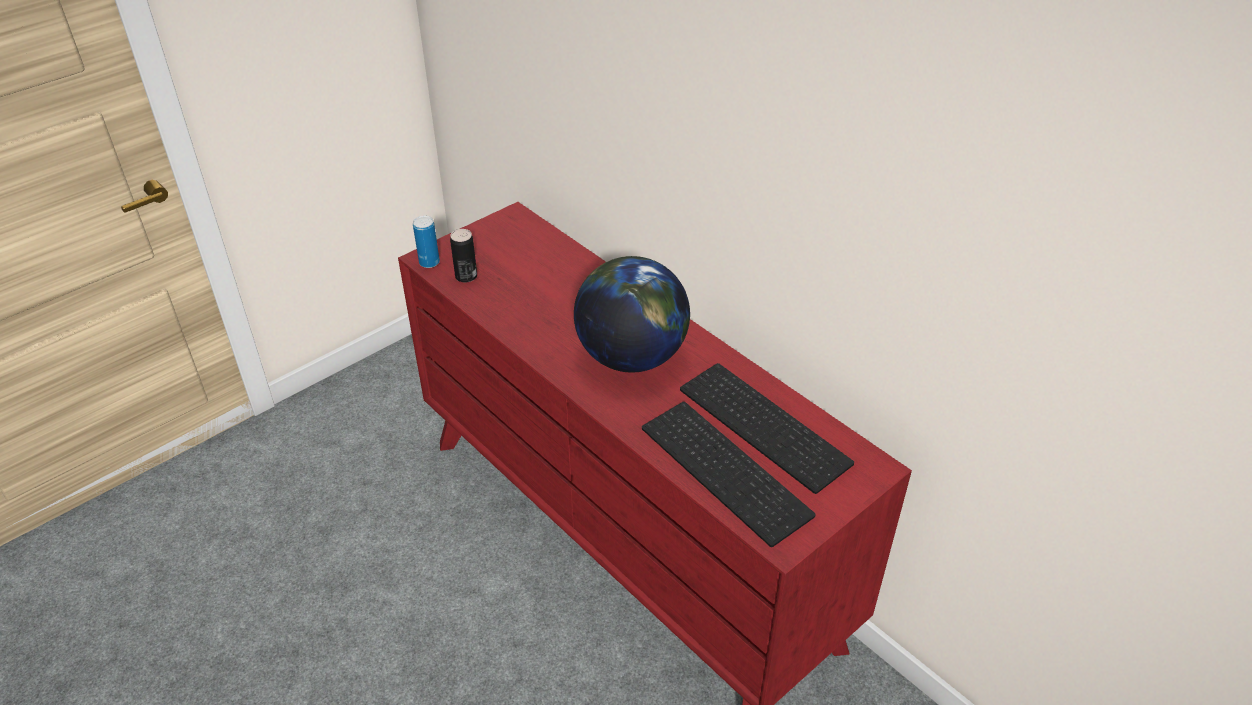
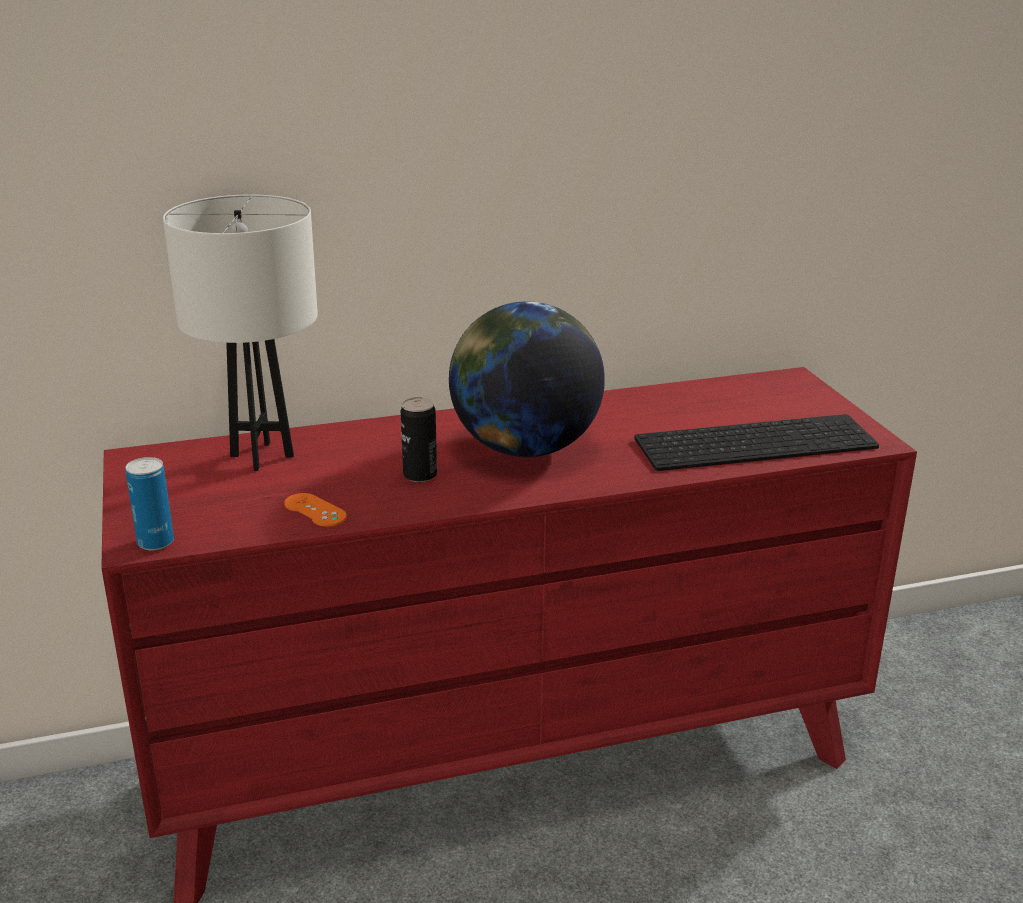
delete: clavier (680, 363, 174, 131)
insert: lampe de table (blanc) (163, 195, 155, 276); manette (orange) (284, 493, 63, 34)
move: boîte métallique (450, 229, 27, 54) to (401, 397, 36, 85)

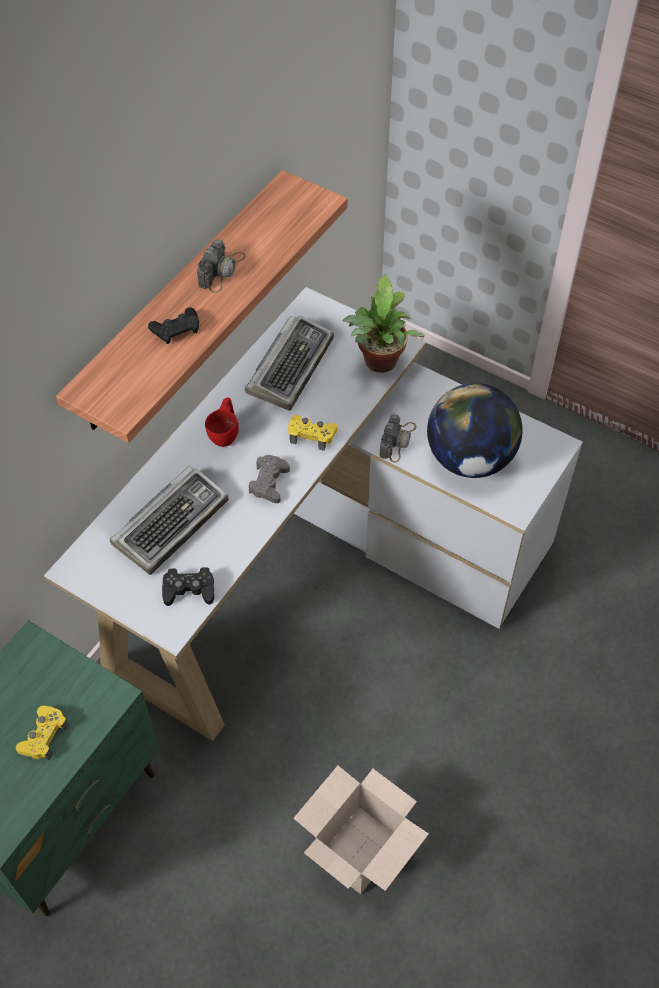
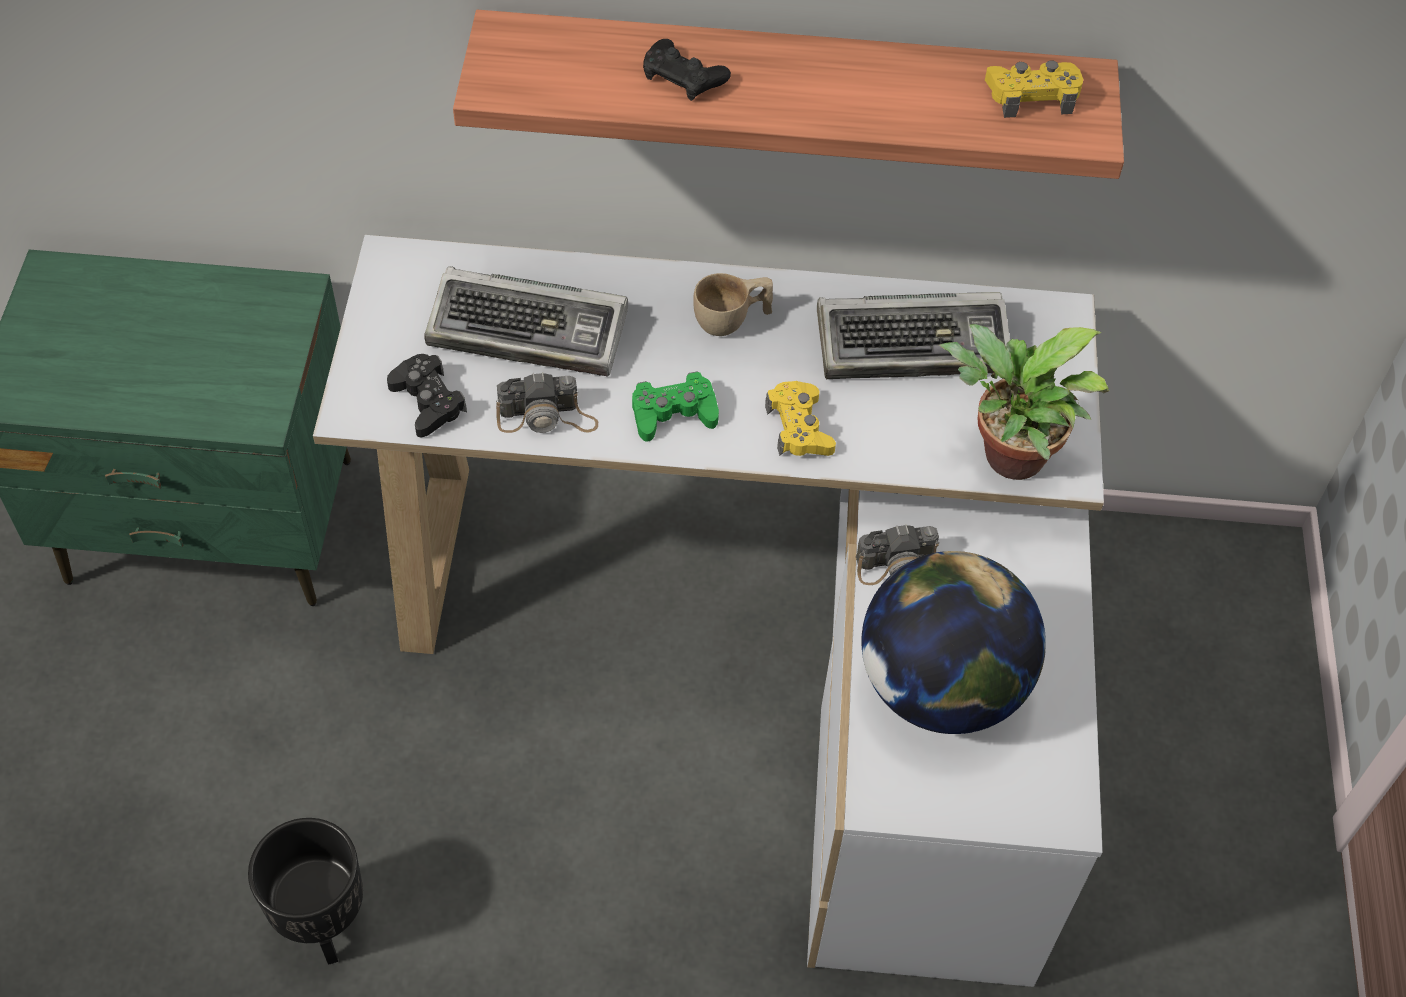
move: appareil photo (197, 239, 49, 54) to (496, 372, 102, 61); manette (jaune) (16, 706, 53, 54) to (985, 60, 98, 58)
replace: carton (293, 766, 136, 128) to cache-pot (noir) (248, 818, 115, 147)
recolor: manette (gris) (249, 455, 41, 48) to manette (vert) (632, 372, 87, 70); tasse (rouge) (205, 398, 34, 49) to tasse (beige) (693, 273, 80, 63)

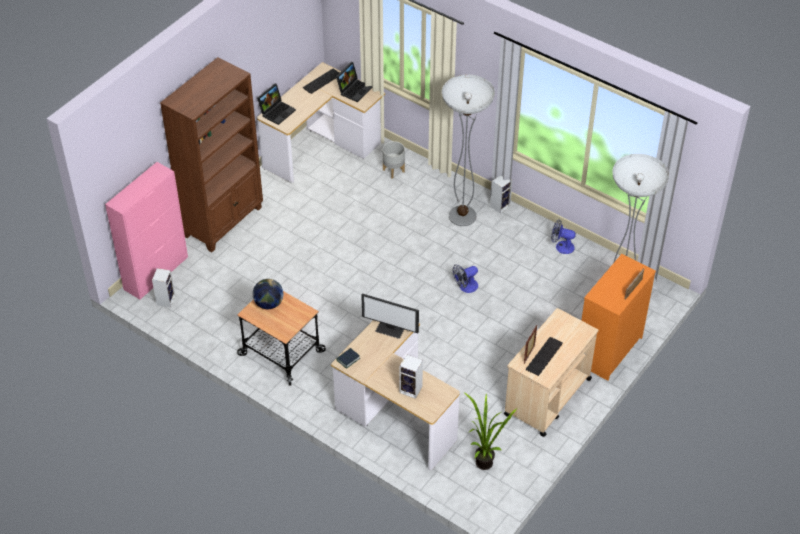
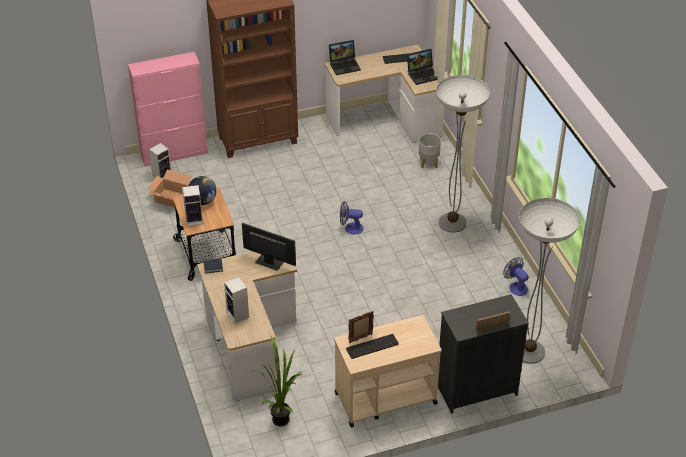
insert: carton (148, 170, 44, 37)
move: enceinte (490, 176, 22, 38) to (182, 185, 21, 41); ventilateur (452, 265, 26, 28) to (340, 201, 23, 34)
recolor: commode (orange) (581, 254, 75, 127) to commode (noir) (438, 294, 91, 120)
rotate: écran d'ordinateur (361, 294, 58, 45) = (242, 223, 54, 48) 150 degrees clockwise

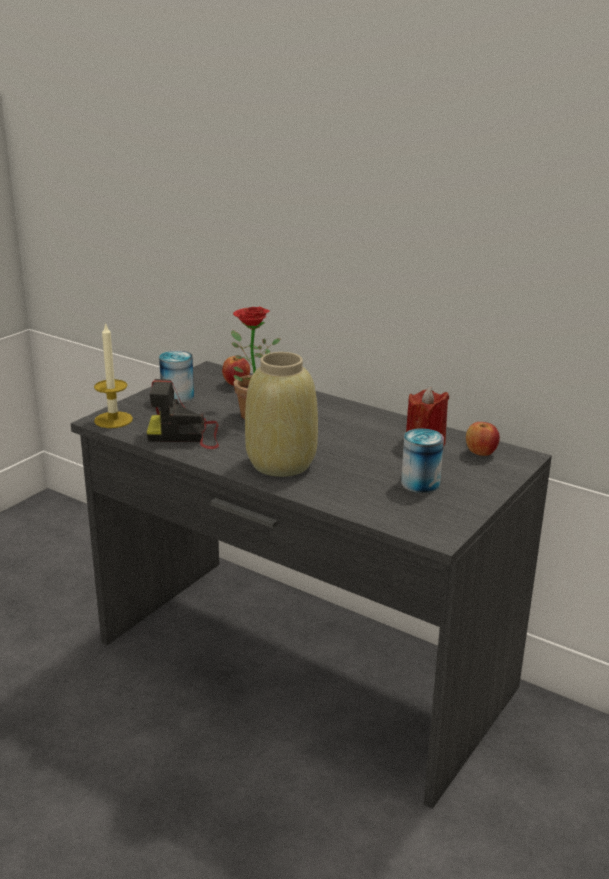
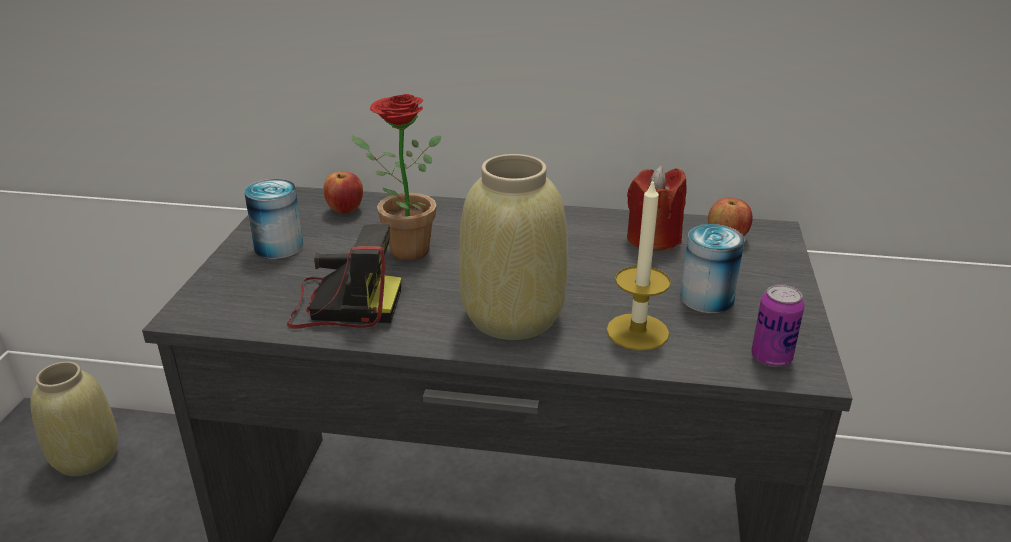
insert: vase (beige) (30, 361, 88, 115); boîte métallique (751, 284, 54, 83)
move: bougie (94, 322, 39, 106) to (606, 180, 65, 171)
rotate: appareil photo (147, 379, 72, 70) = (287, 224, 114, 105) 150 degrees counterclockwise

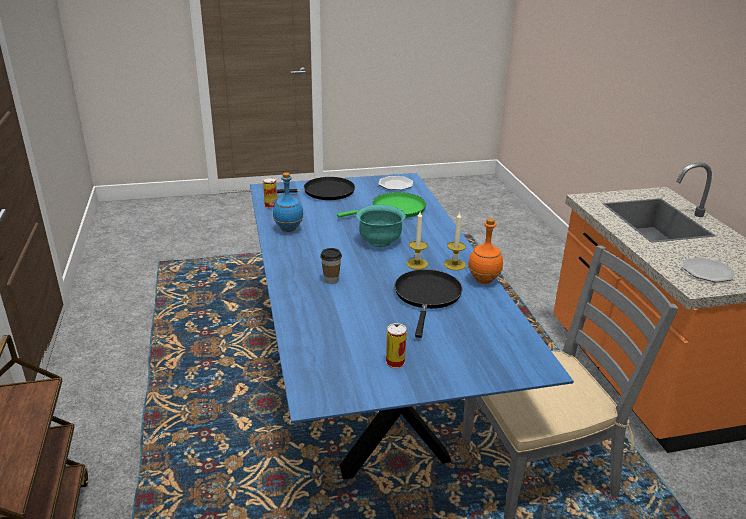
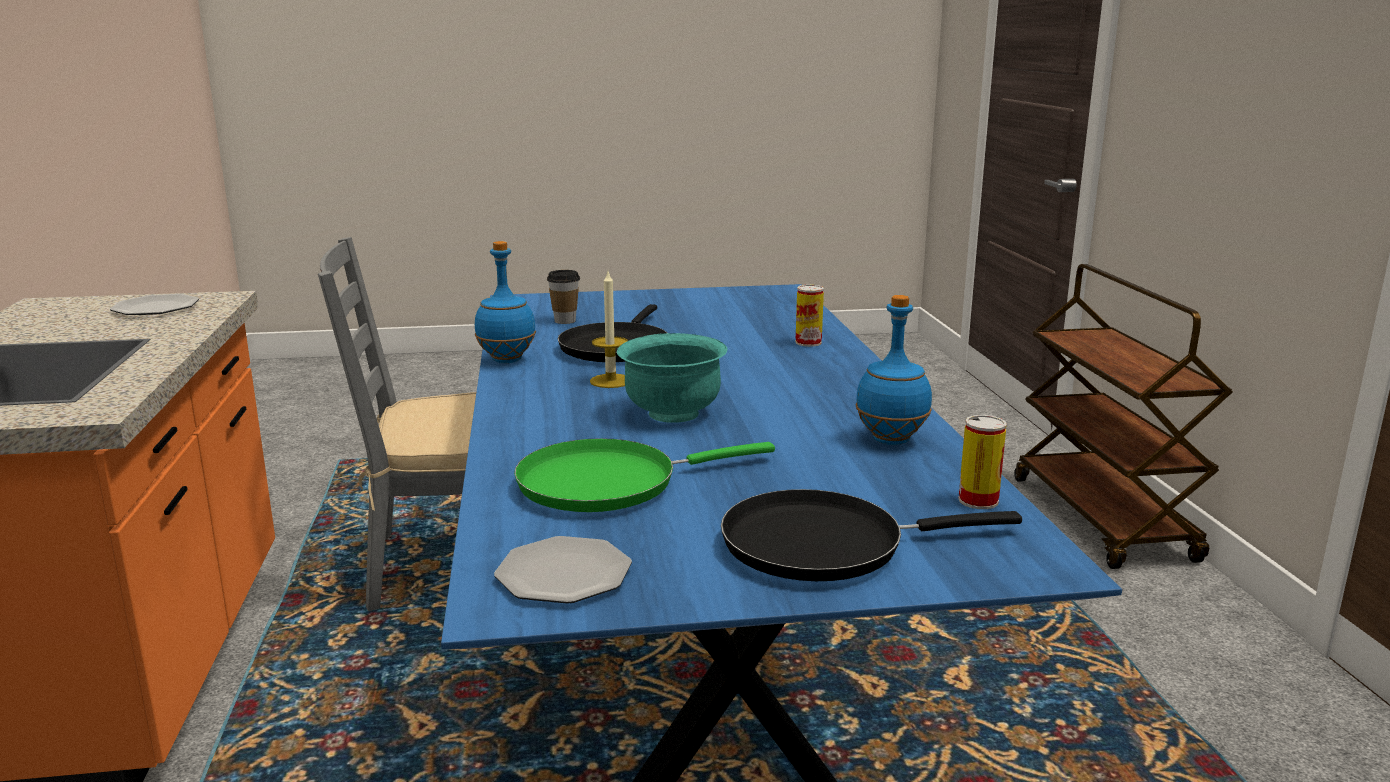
delete: bougie (444, 212, 22, 58)
move: tasse (320, 248, 22, 36) to (547, 270, 33, 54); boîte métallique (386, 323, 21, 46) to (795, 285, 29, 62)
recolor: bouteille (orange) (468, 218, 35, 66) to bouteille (bleu) (475, 241, 61, 122)

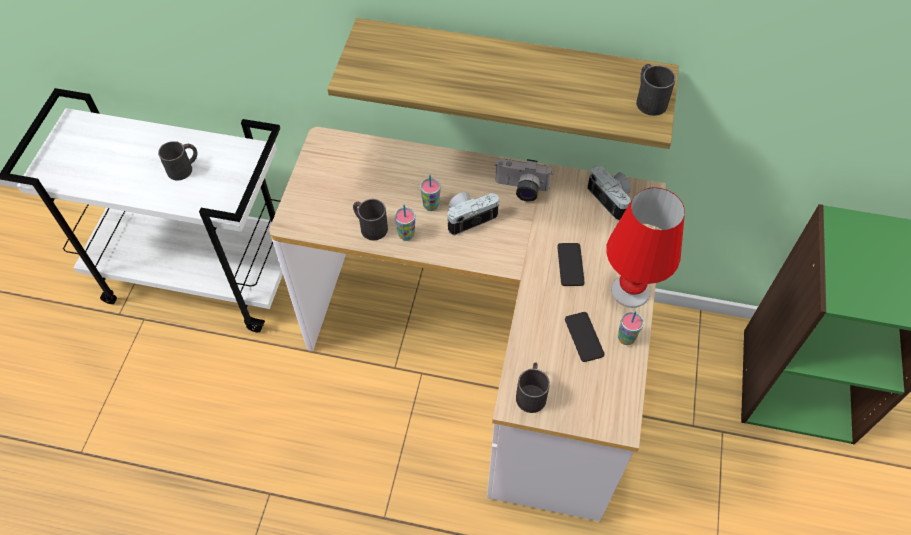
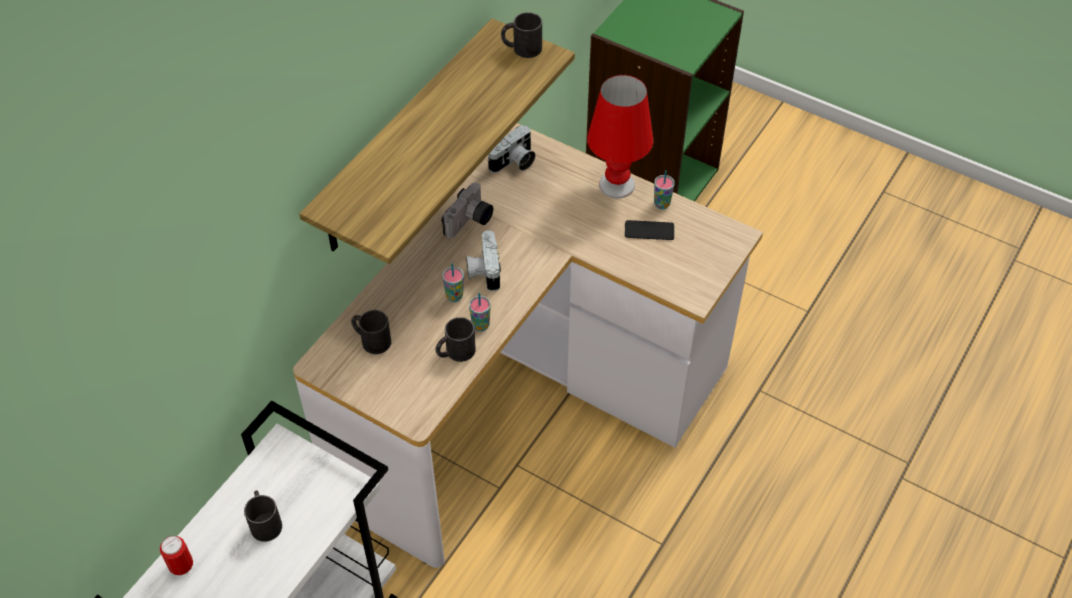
delete: téléphone (557, 243, 28, 43)
insert: boîte métallique (160, 536, 33, 39)
move: mug (noir) (516, 363, 34, 50) to (351, 310, 40, 44)
rotate: appareil photo (587, 166, 44, 55) = (488, 125, 48, 48) 150 degrees clockwise

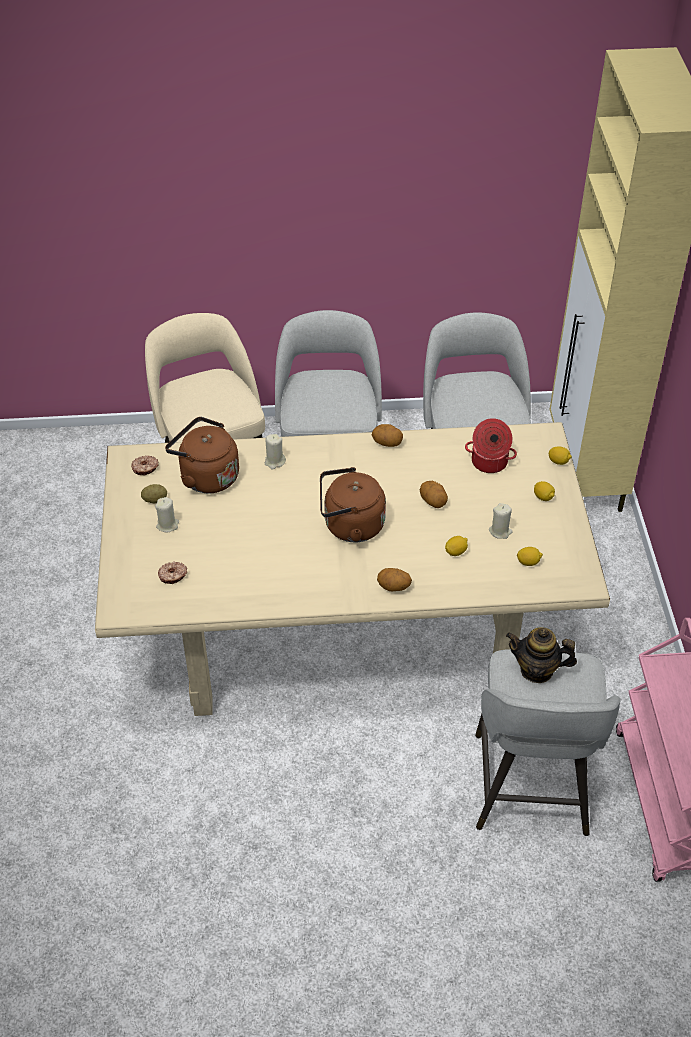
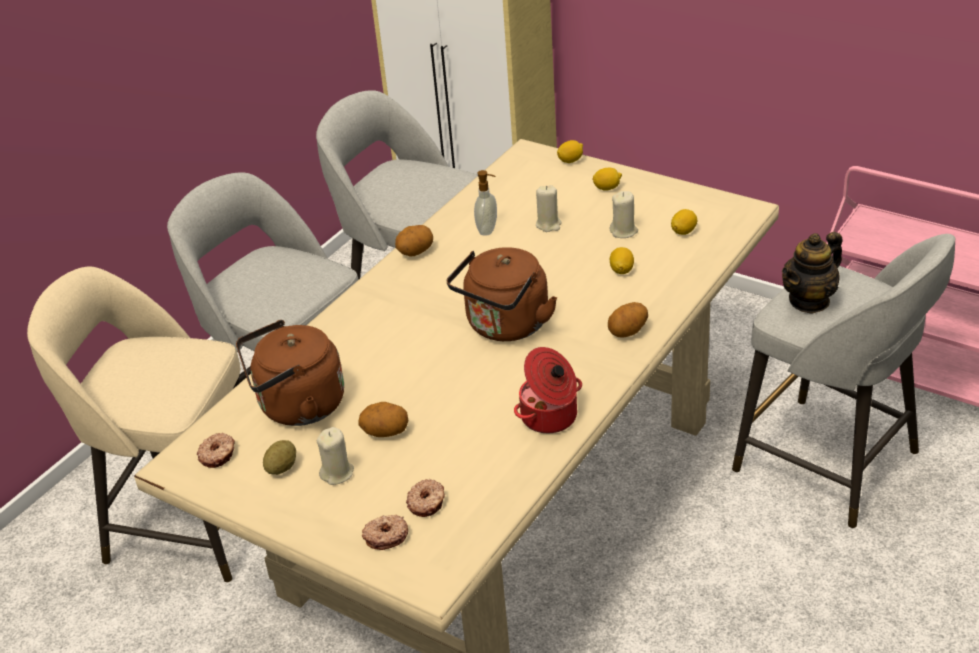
insert: beignet (362, 515, 46, 35); distributeur de savon (474, 170, 23, 66)
move: pomme de terre (420, 481, 28, 27) to (359, 402, 49, 35); marmite (465, 418, 52, 55) to (514, 347, 68, 86); bougie (beige) (265, 434, 21, 36) to (536, 185, 26, 47)

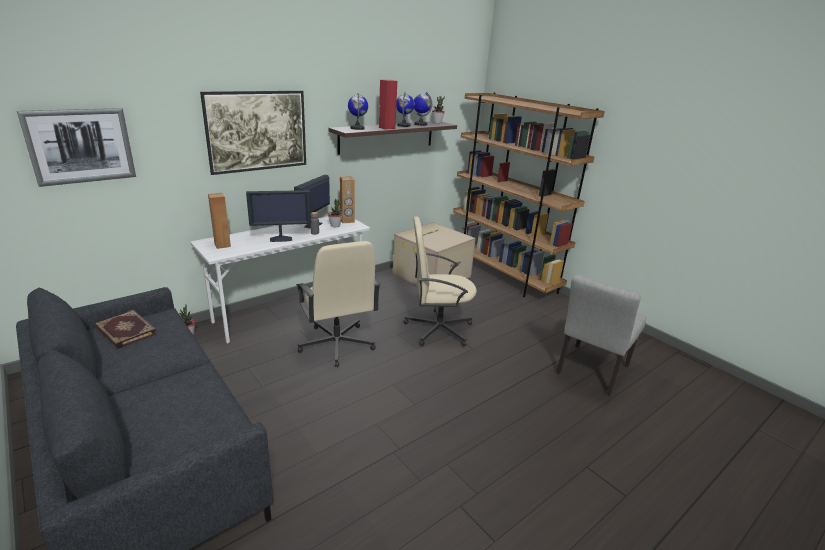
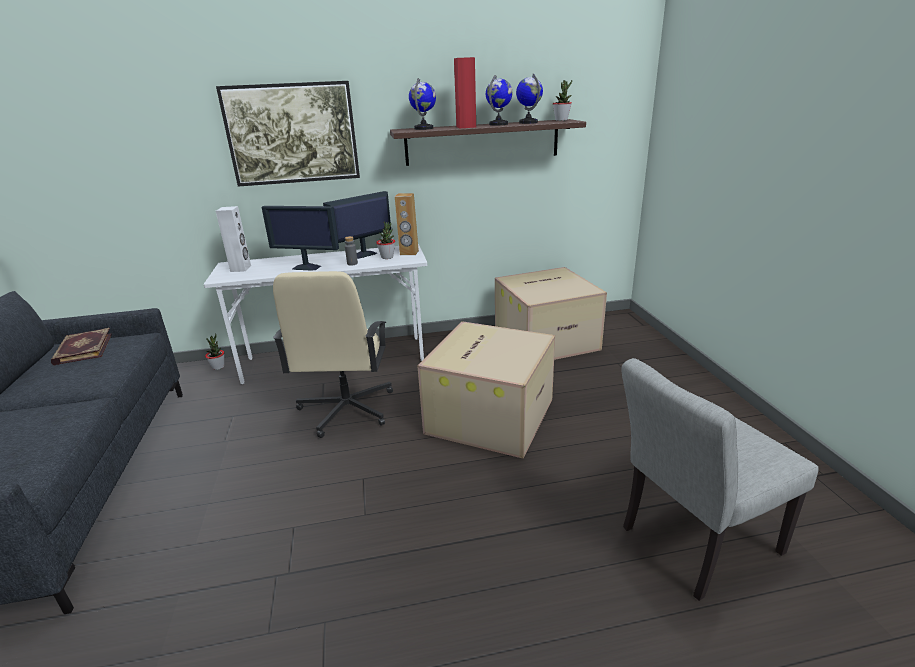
delete: tableau (17, 108, 119, 79); bibliothèque (marron) (453, 92, 152, 205)
replace: chaise de bureau (beige) (404, 217, 73, 130) to carton (417, 321, 138, 138)
recolor: enceinte (marron) (208, 193, 23, 56) to enceinte (blanc) (216, 206, 35, 66)

